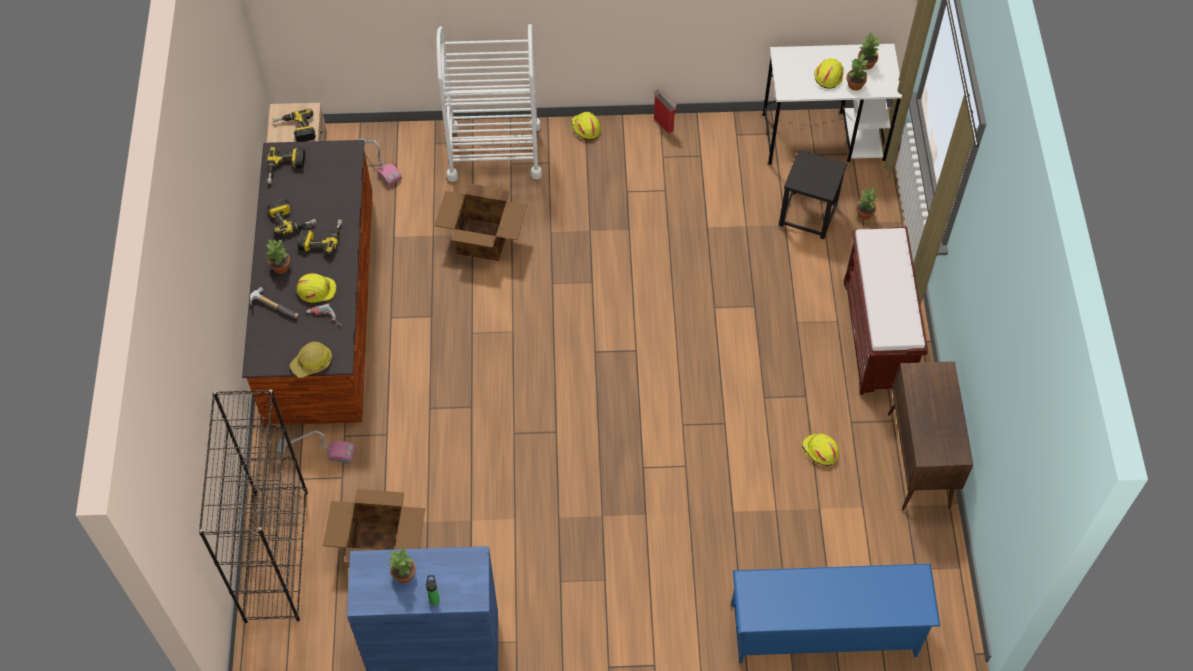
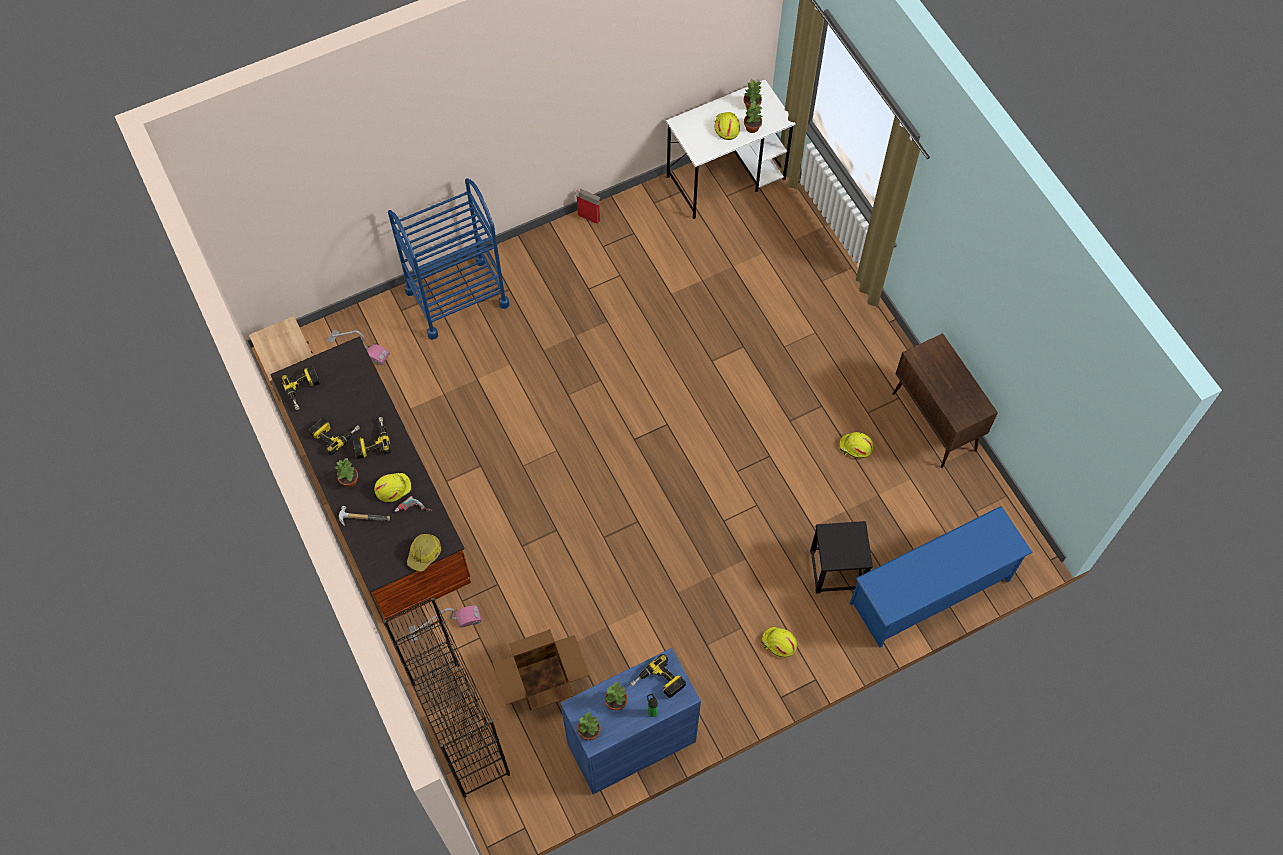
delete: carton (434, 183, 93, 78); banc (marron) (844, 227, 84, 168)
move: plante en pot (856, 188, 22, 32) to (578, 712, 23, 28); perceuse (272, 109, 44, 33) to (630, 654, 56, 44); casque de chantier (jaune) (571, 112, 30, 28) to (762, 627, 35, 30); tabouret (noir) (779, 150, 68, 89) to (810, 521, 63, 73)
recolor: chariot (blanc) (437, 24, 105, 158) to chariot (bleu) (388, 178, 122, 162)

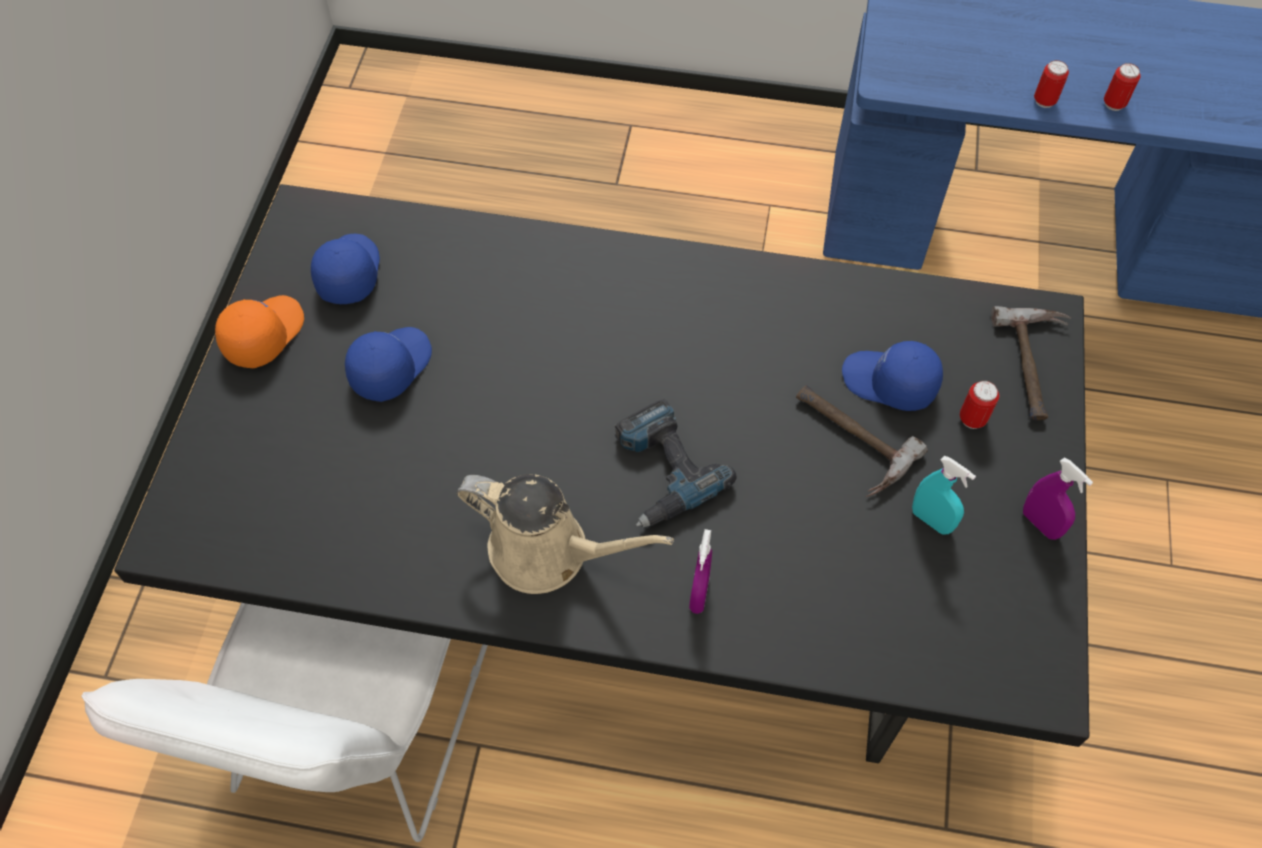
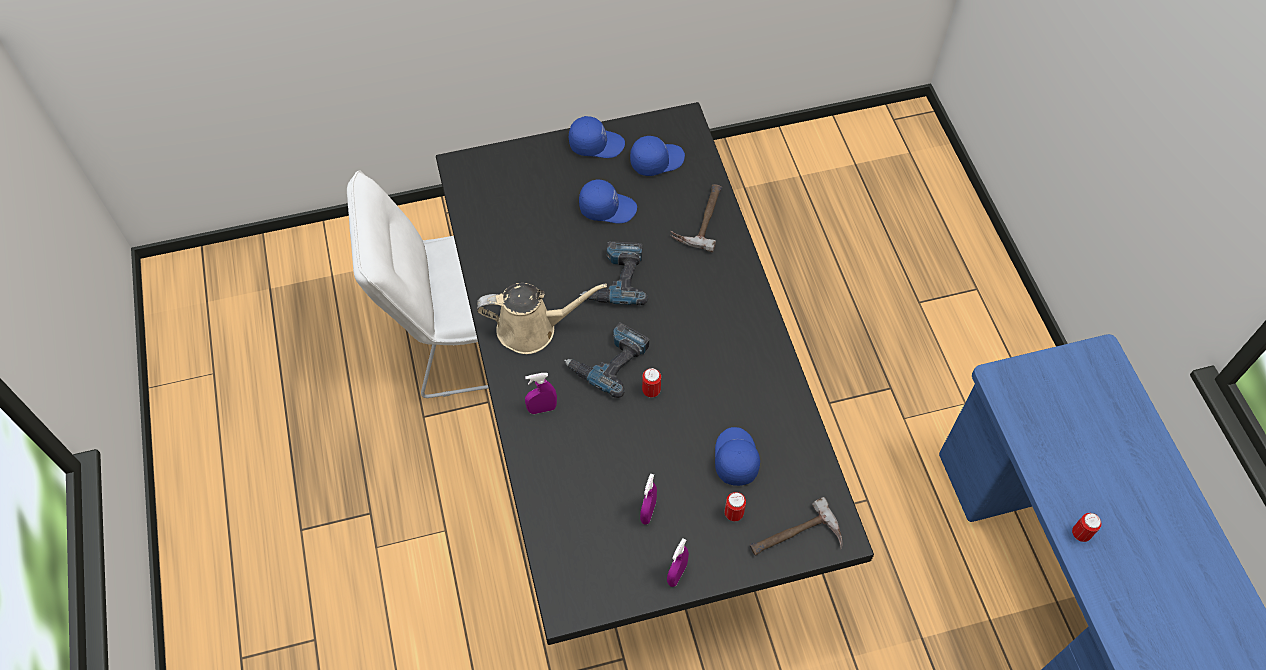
insert: perceuse (580, 241, 68, 65)
move: boîte métallique (1034, 60, 35, 48) to (642, 368, 19, 30); marteau (796, 385, 132, 112) to (670, 184, 52, 69)
recolor: casquette (orange) (215, 295, 89, 73) to casquette (bleu) (569, 116, 56, 42); vaporisateur (turquoise) (912, 456, 64, 79) to vaporisateur (violet) (640, 474, 17, 50)
rotate: arrosoir (beige) (457, 474, 217, 120) = (477, 283, 130, 71) 90 degrees counterclockwise

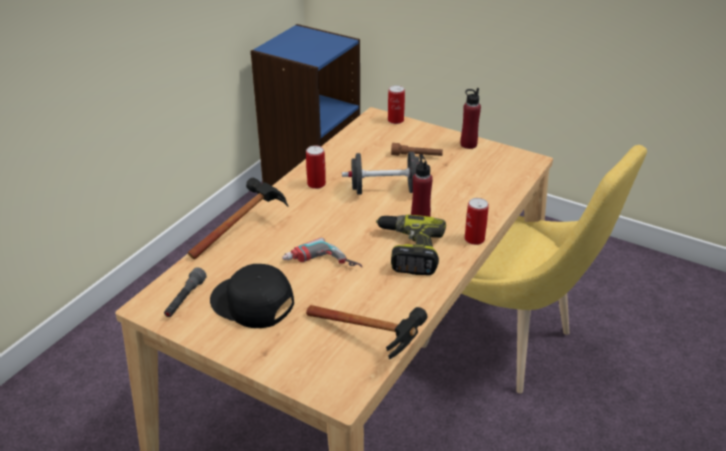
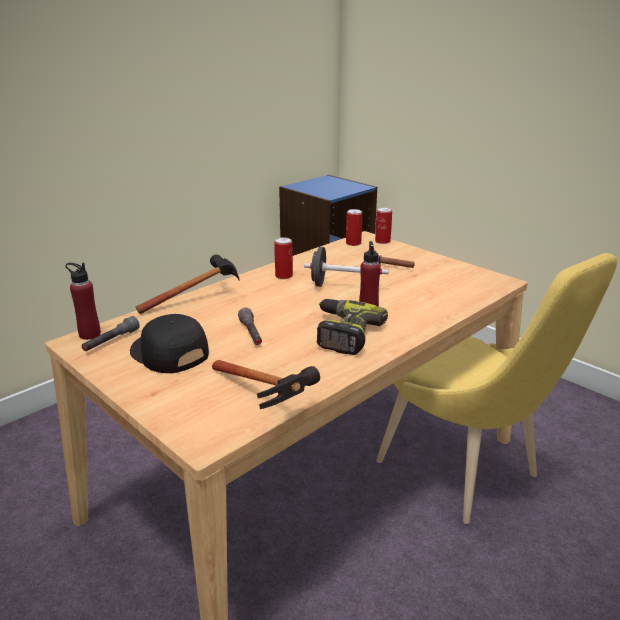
move: bouteille (rouge) (461, 88, 20, 61) to (65, 263, 36, 77); boîte métallique (465, 198, 24, 47) to (346, 209, 16, 37)
replace: perceuse (282, 238, 80, 29) to lampe de poche (gris) (238, 308, 24, 37)

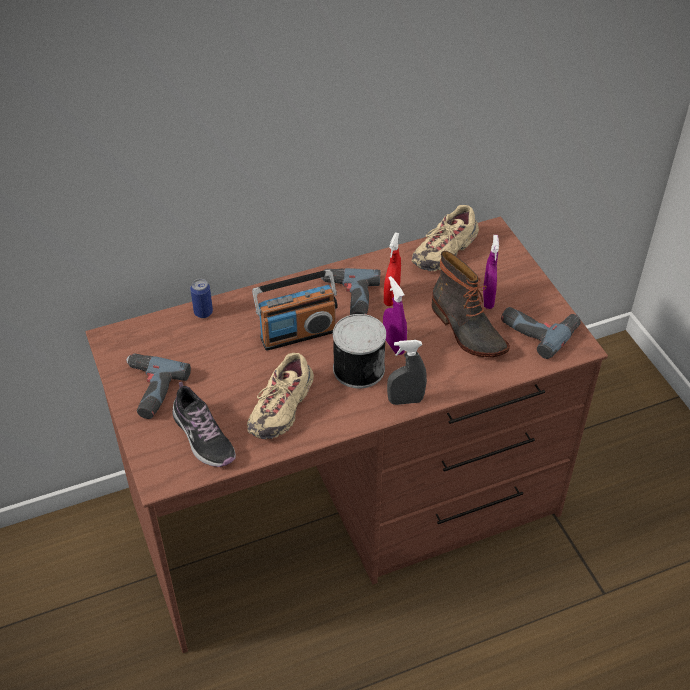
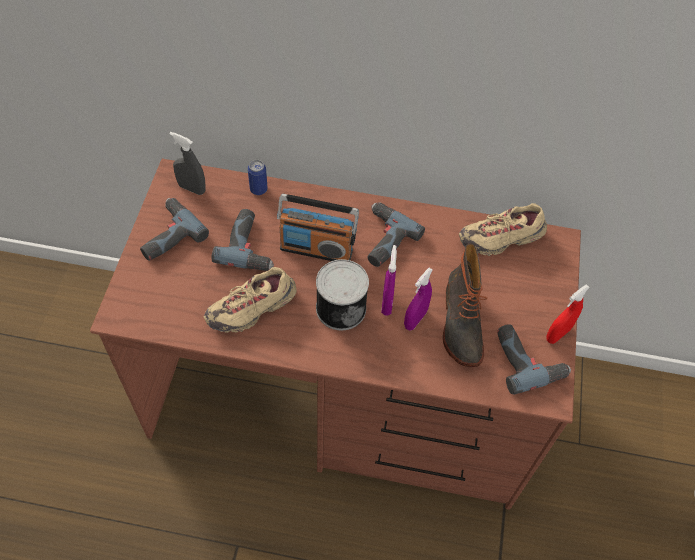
delete: chaussure (172, 382, 64, 85)
insert: perceuse (211, 209, 63, 62)
move: vaporisateur (gris) (387, 340, 40, 65) to (170, 132, 36, 63); vaporisateur (violet) (483, 235, 16, 74) to (404, 268, 29, 63); vaporisateur (rouge) (384, 232, 17, 74) to (546, 284, 44, 60)

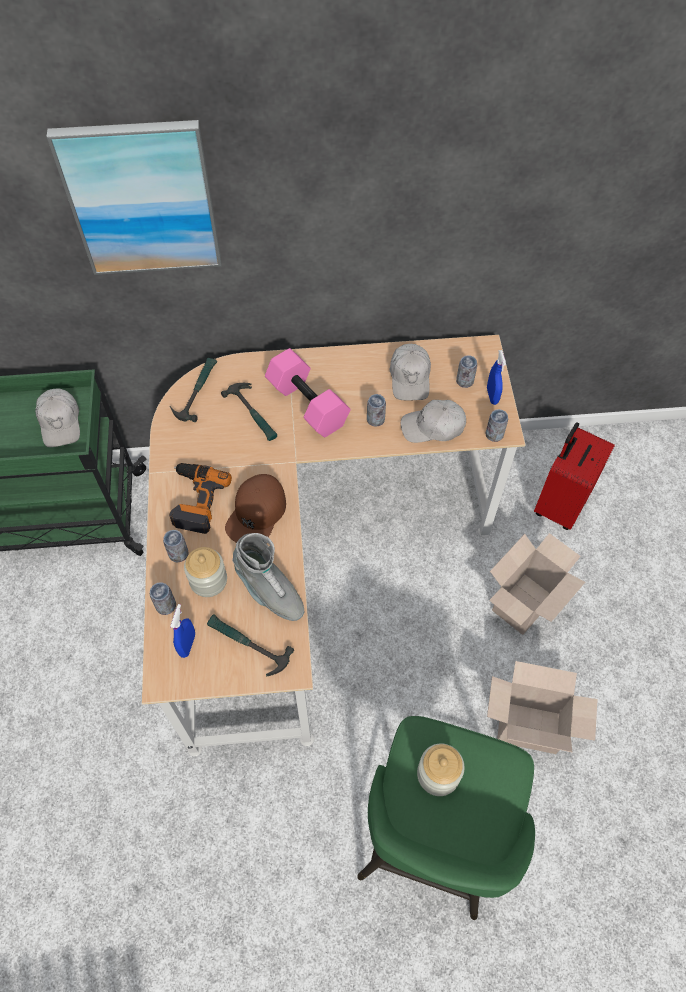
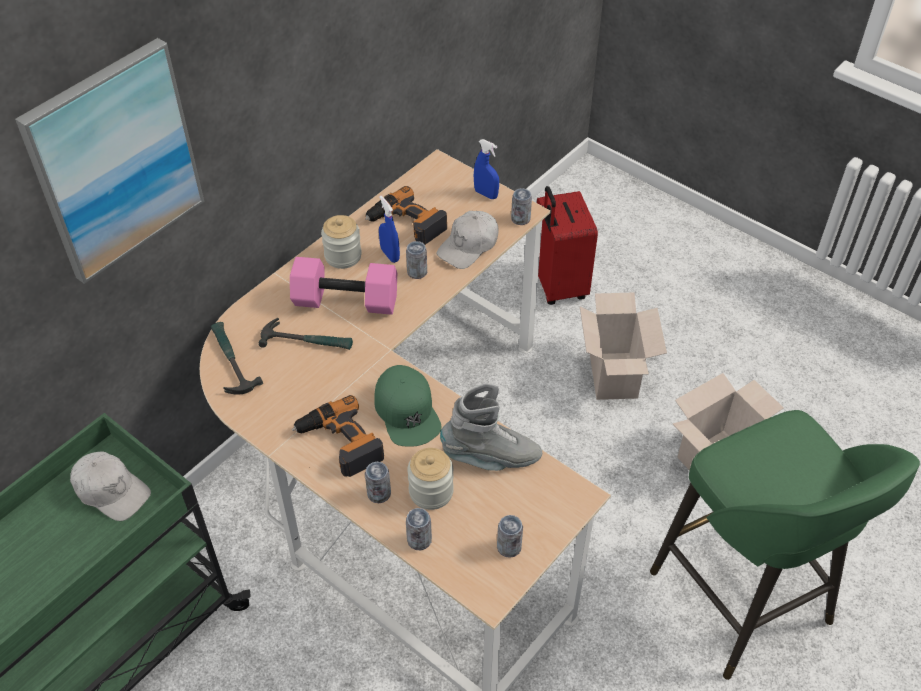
delete: marteau (207, 614, 87, 62)
move: bocal (417, 743, 47, 53) to (321, 215, 41, 54); vaporisateur (bleu) (170, 604, 25, 54) to (379, 196, 21, 67); boîte métallique (456, 355, 21, 33) to (497, 515, 26, 43)
replace: casquette (blanc) (390, 344, 41, 57) to perceuse (365, 186, 82, 59)
recolor: casquette (marron) (225, 474, 61, 69) to casquette (vert) (375, 365, 67, 82)

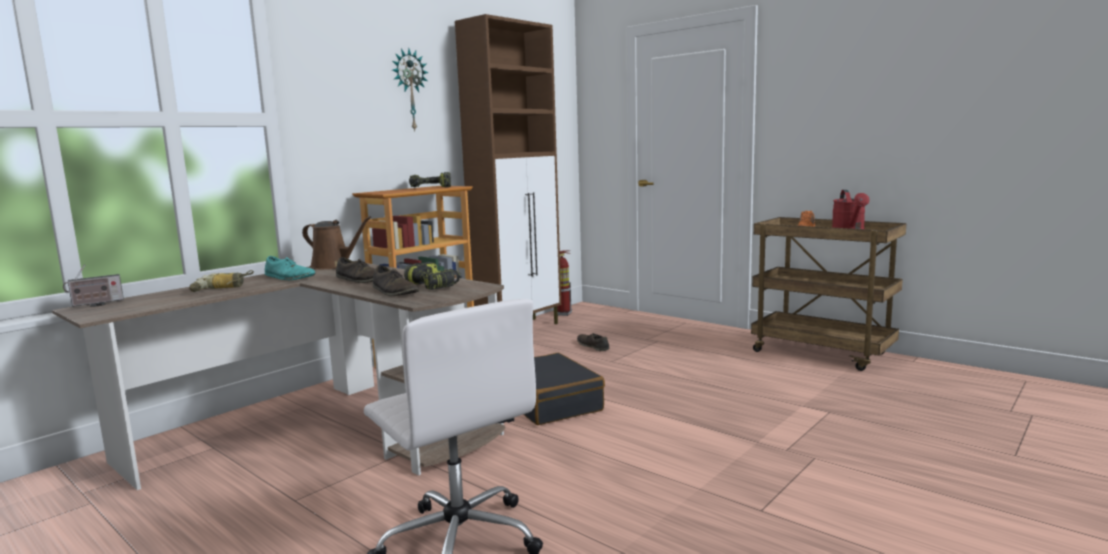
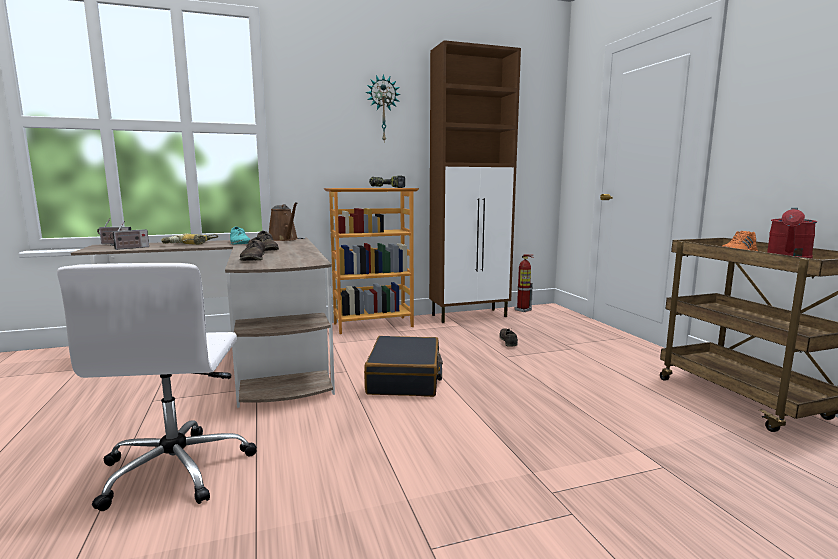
delete: perceuse (404, 262, 58, 28)
insert: radio (109, 221, 40, 29)

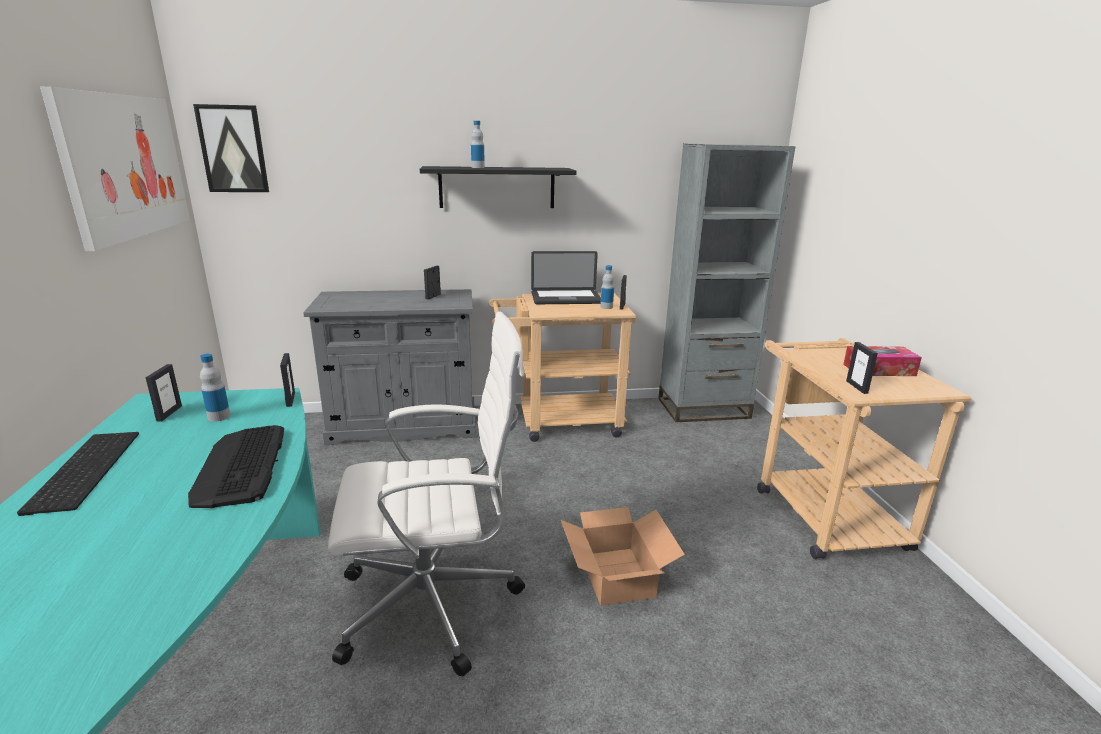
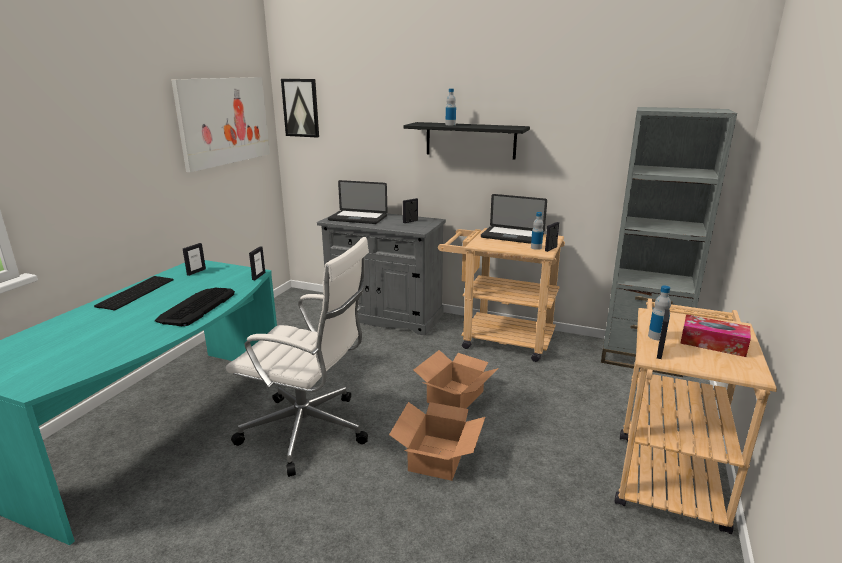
insert: ordinateur portable (328, 180, 59, 44); carton (414, 350, 85, 59)
move: bouteille (200, 354, 30, 68) to (648, 285, 23, 56)

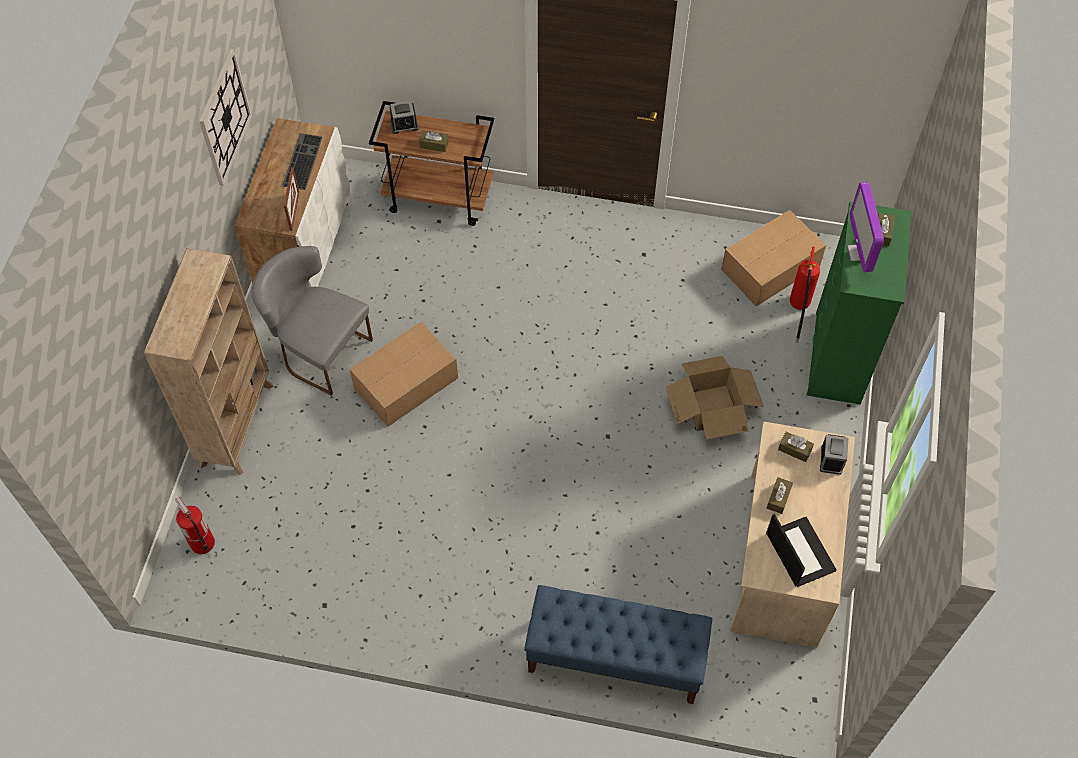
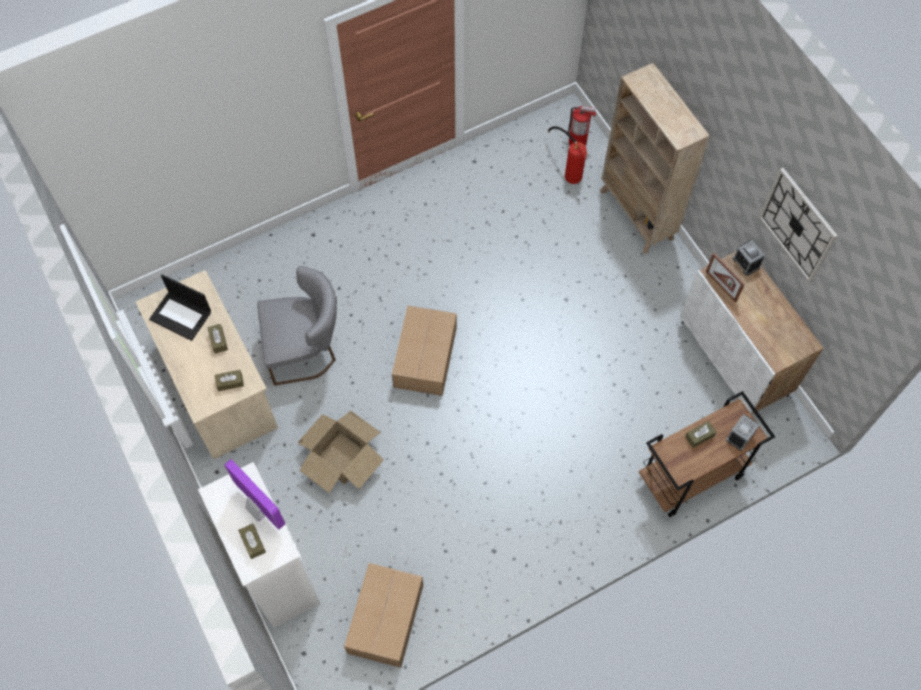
delete: clavier (282, 133, 40, 57); banc (bleu) (524, 585, 188, 119)
move: chaise (gris) (251, 246, 122, 150) to (257, 266, 80, 119); carton (350, 322, 108, 105) to (392, 305, 65, 91); extincteur (790, 246, 30, 97) to (547, 126, 40, 58); réveil (820, 434, 28, 41) to (732, 240, 33, 36)
recolor: commode (vert) (807, 202, 104, 202) to commode (blanc) (198, 462, 122, 166)

